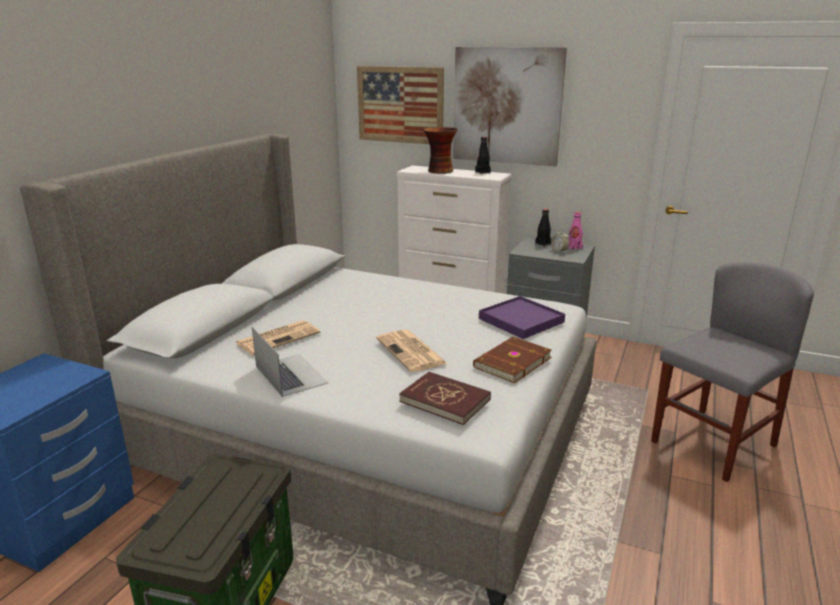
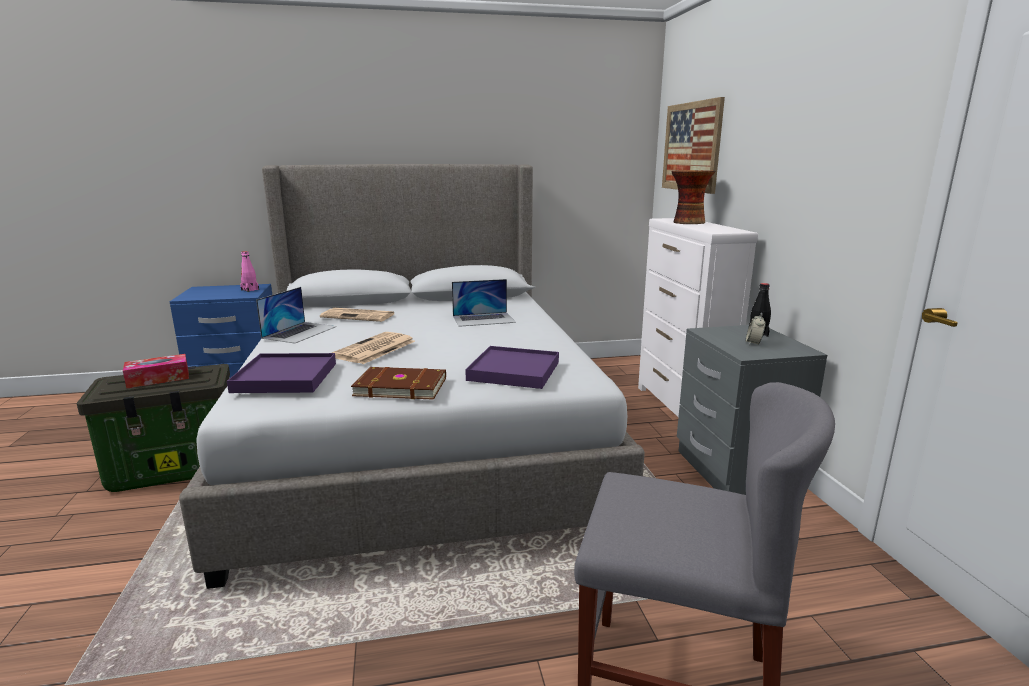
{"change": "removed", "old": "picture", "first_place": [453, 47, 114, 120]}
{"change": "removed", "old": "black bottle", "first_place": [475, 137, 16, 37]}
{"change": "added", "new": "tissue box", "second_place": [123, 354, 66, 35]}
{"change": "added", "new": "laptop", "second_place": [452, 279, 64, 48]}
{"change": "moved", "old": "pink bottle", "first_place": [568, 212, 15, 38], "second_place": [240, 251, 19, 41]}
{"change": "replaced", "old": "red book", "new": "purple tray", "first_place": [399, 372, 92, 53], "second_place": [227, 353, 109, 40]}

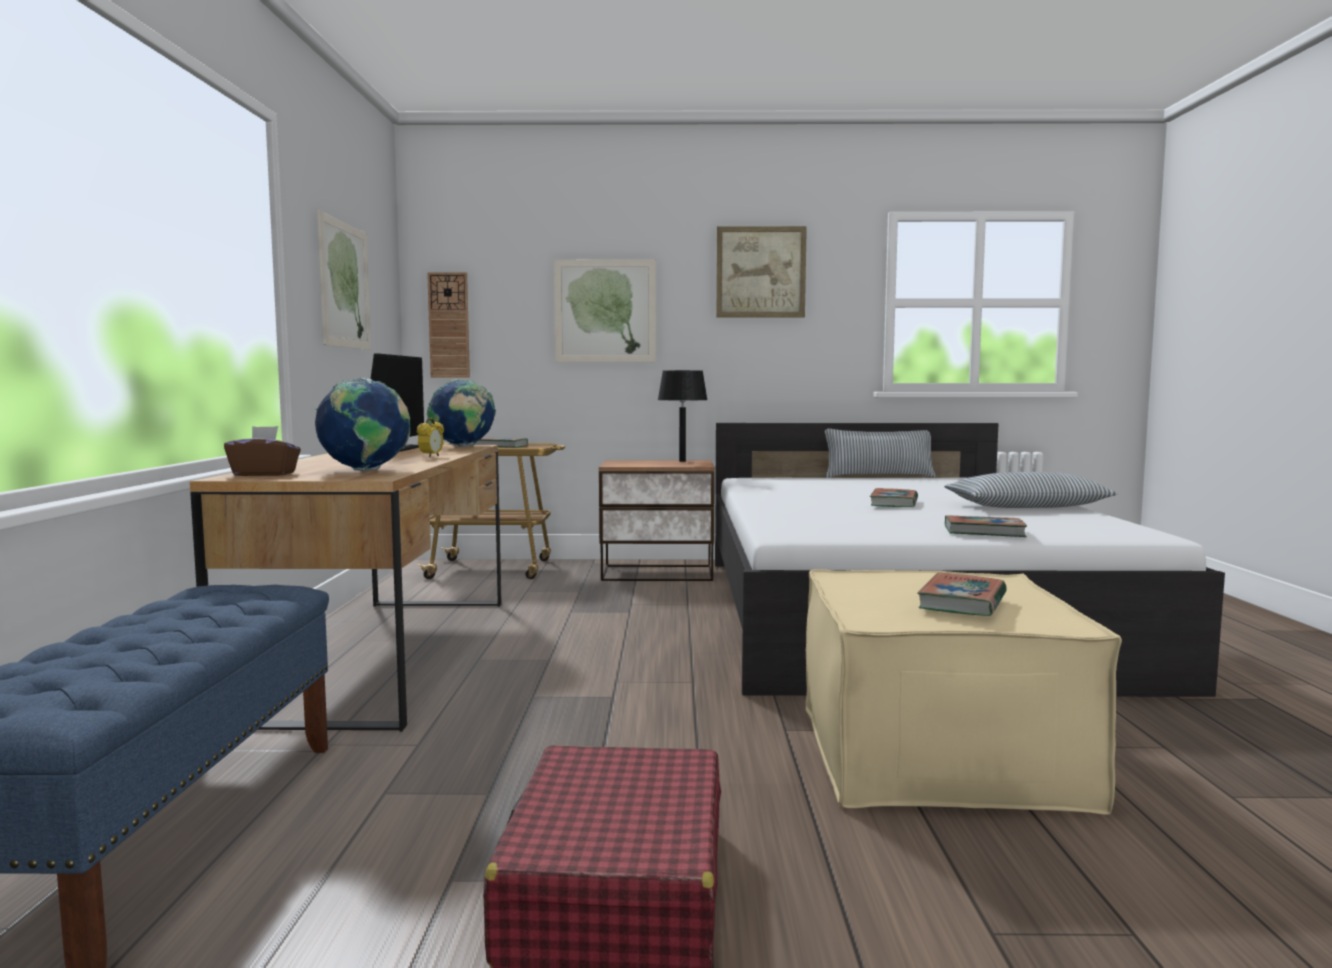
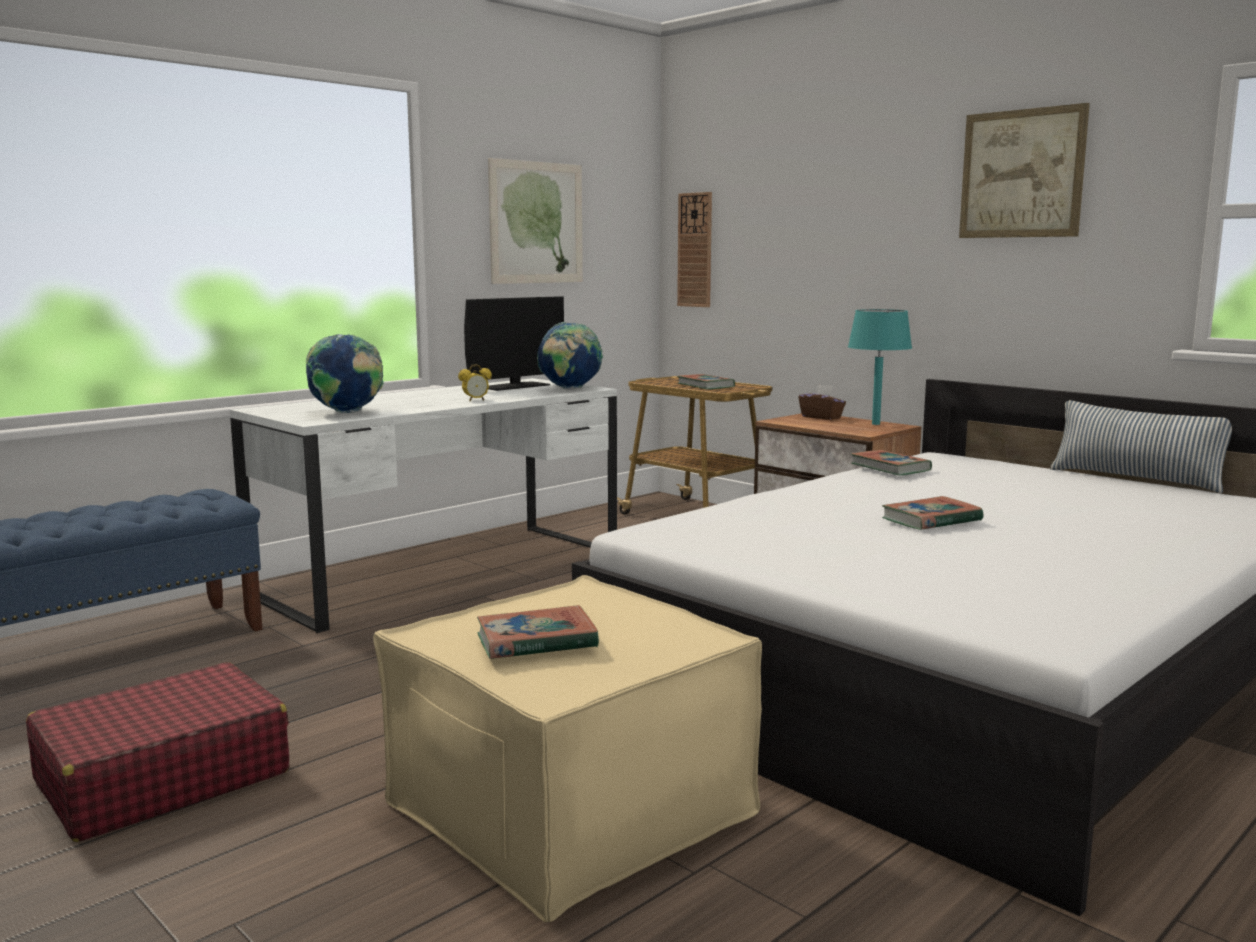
{"change": "removed", "old": "picture", "first_place": [554, 259, 102, 103]}
{"change": "removed", "old": "pillow", "first_place": [944, 472, 174, 36]}
{"change": "moved", "old": "brown tissue box", "first_place": [224, 426, 77, 50], "second_place": [798, 384, 48, 36]}
{"change": "moved", "old": "book", "first_place": [945, 515, 82, 22], "second_place": [851, 450, 81, 26]}
{"change": "recoloured", "old": "brown desk", "new": "white desk", "first_place": [190, 445, 312, 287], "second_place": [230, 378, 387, 255]}
{"change": "recoloured", "old": "black table lamp", "new": "turquoise table lamp", "first_place": [658, 370, 50, 92], "second_place": [848, 309, 64, 116]}

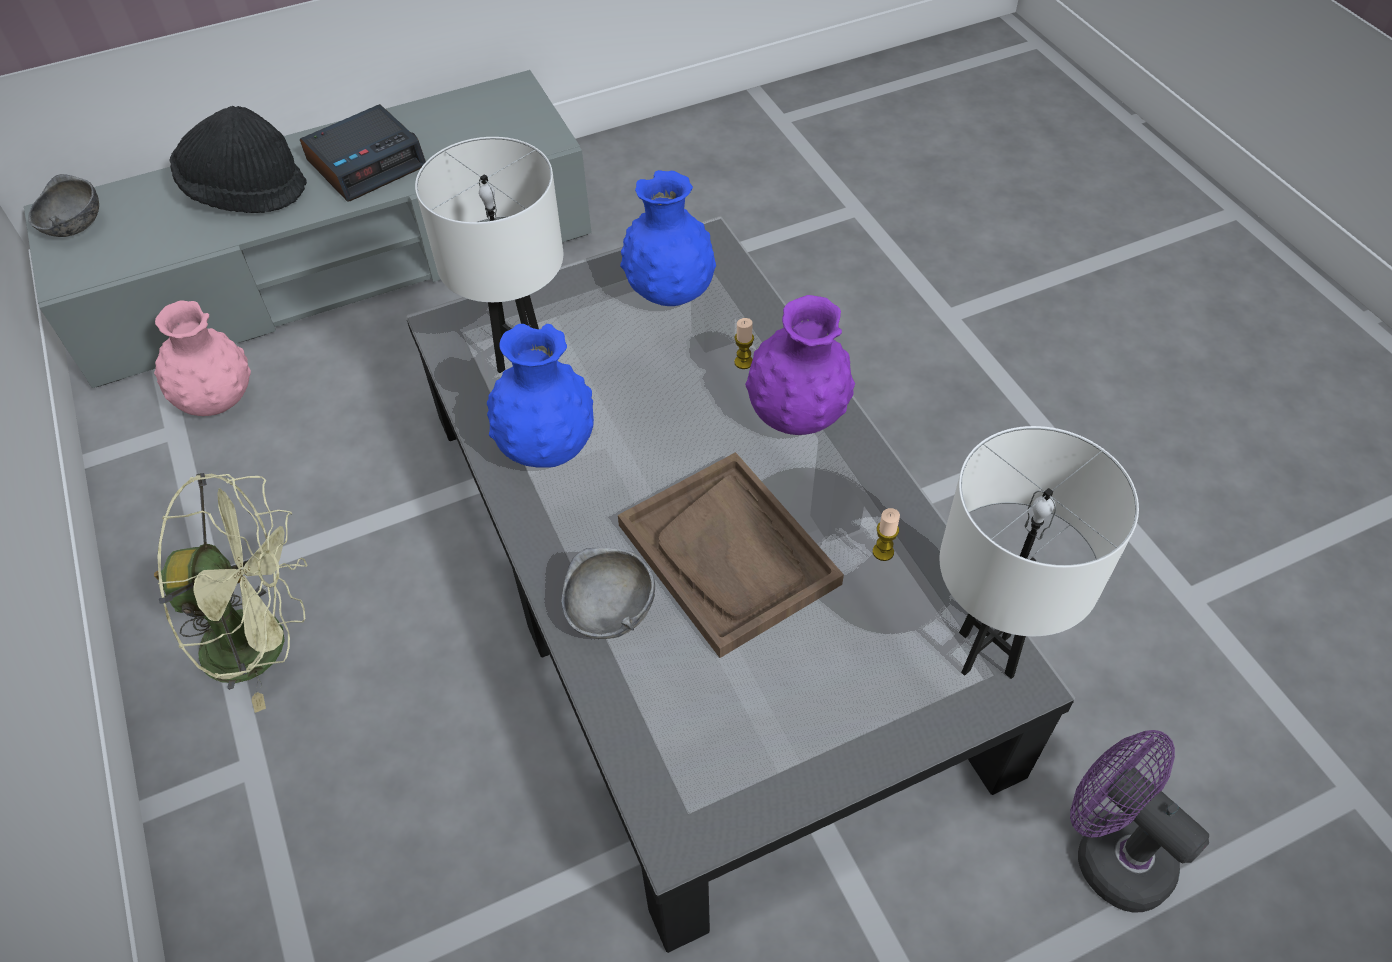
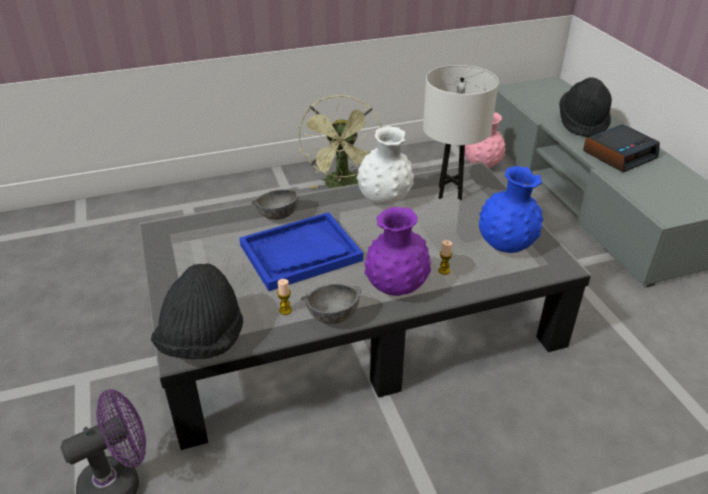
{"change": "moved", "old": "grey bowl", "first_place": [28, 174, 71, 63], "second_place": [301, 284, 60, 40]}
{"change": "replaced", "old": "white table lamp", "new": "black hat", "first_place": [940, 426, 199, 253], "second_place": [151, 263, 92, 97]}
{"change": "recoloured", "old": "blue vase", "new": "white vase", "first_place": [487, 324, 107, 144], "second_place": [357, 126, 57, 79]}
{"change": "recoloured", "old": "brown tray", "new": "blue tray", "first_place": [618, 452, 226, 206], "second_place": [239, 212, 124, 79]}
{"change": "turned", "old": "alarm clock", "first_place": [300, 104, 126, 97], "second_place": [583, 124, 77, 48], "degrees": -90}

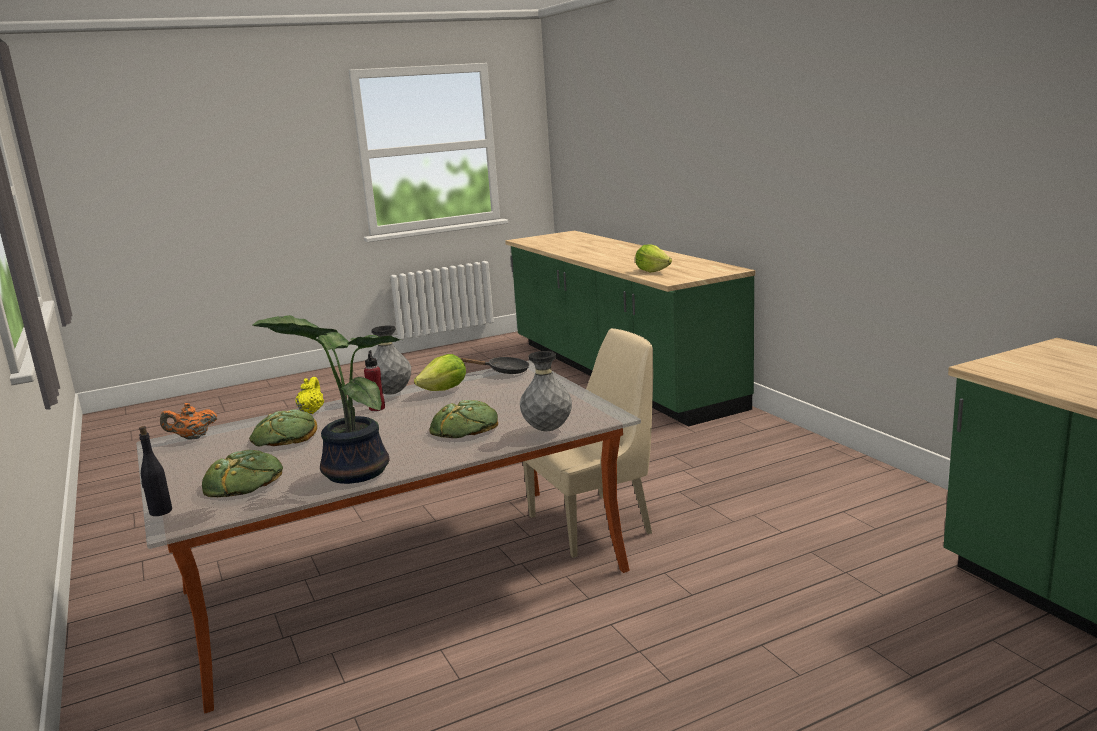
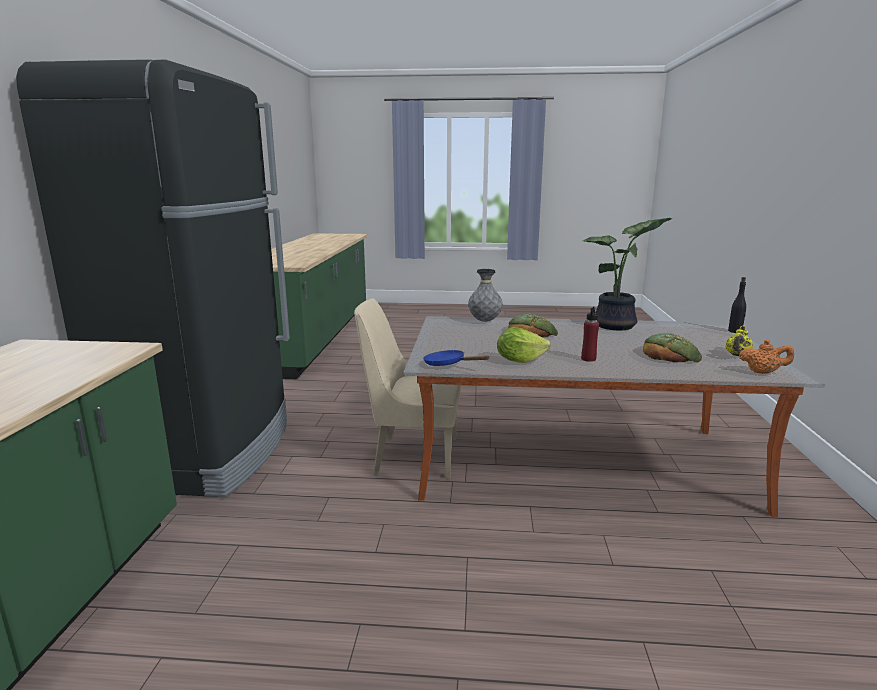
{"change": "removed", "old": "bread", "first_place": [202, 450, 81, 47]}
{"change": "removed", "old": "grey vase", "first_place": [371, 325, 40, 70]}
{"change": "removed", "old": "lettuce", "first_place": [635, 244, 37, 29]}
{"change": "added", "new": "black fridge", "second_place": [16, 59, 274, 438]}
{"change": "moved", "old": "yellow teapot", "first_place": [295, 377, 29, 37], "second_place": [725, 325, 28, 31]}
{"change": "recoloured", "old": "black frying pan", "new": "blue frying pan", "first_place": [460, 357, 69, 17], "second_place": [423, 350, 66, 16]}

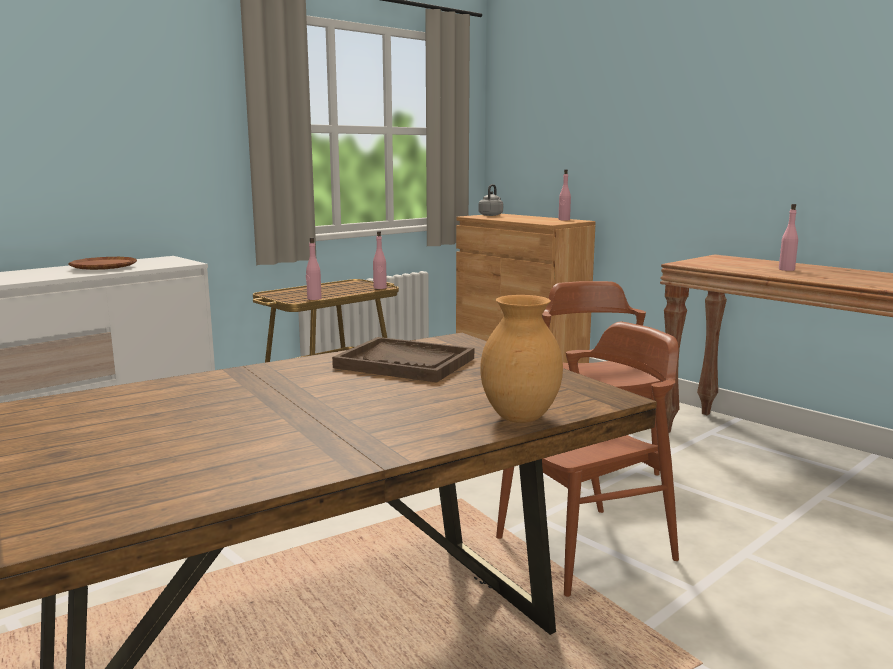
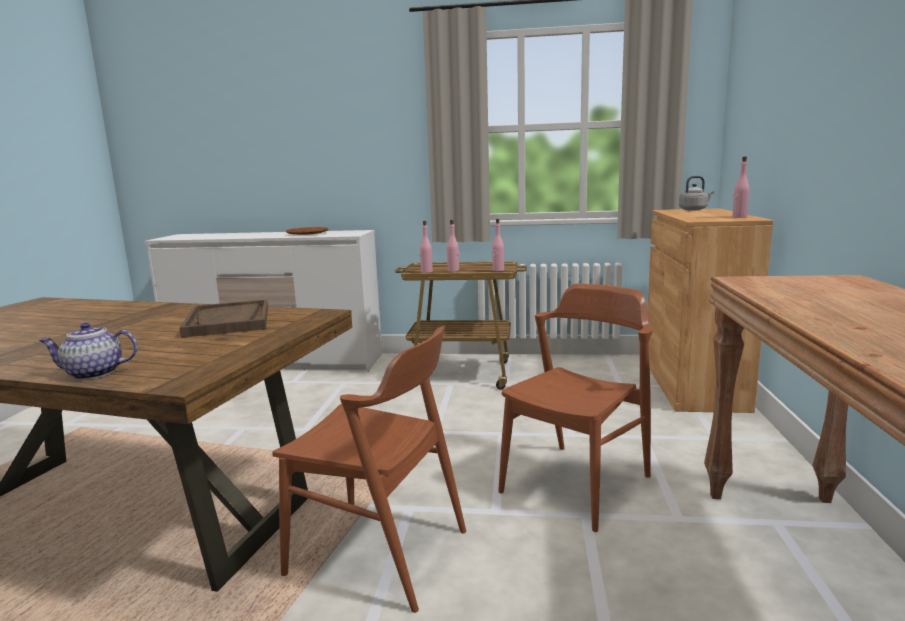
{"change": "moved", "old": "pink bottle", "first_place": [779, 204, 19, 67], "second_place": [447, 220, 12, 52]}
{"change": "replaced", "old": "brown vase", "new": "teapot", "first_place": [480, 295, 83, 128], "second_place": [39, 322, 99, 58]}

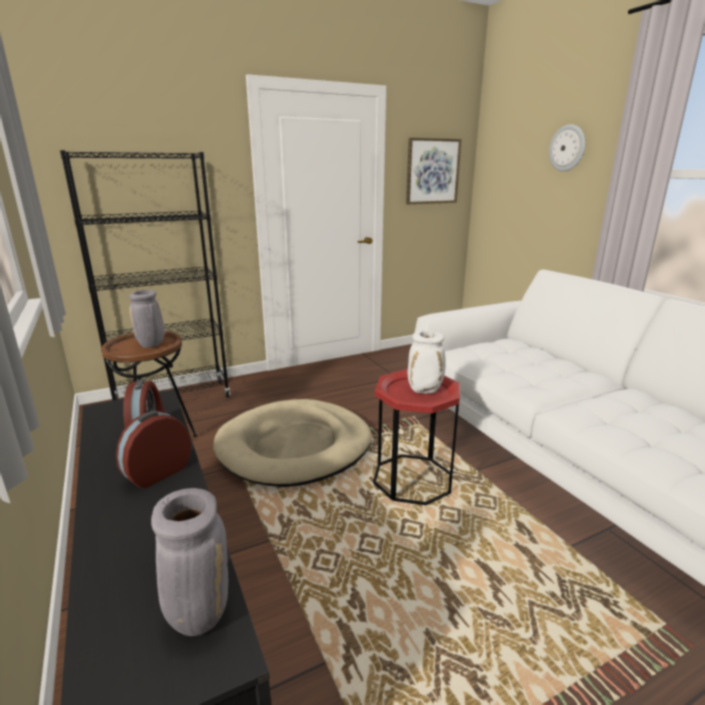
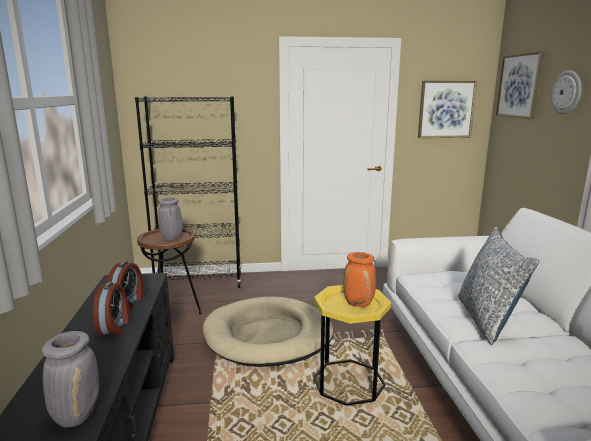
{"change": "added", "new": "pillow", "second_place": [458, 227, 82, 118]}
{"change": "added", "new": "picture", "second_place": [496, 51, 48, 68]}
{"change": "recoloured", "old": "red side table", "new": "yellow side table", "first_place": [373, 369, 87, 136], "second_place": [313, 285, 78, 121]}
{"change": "recoloured", "old": "white vase", "new": "orange vase", "first_place": [408, 331, 38, 63], "second_place": [344, 252, 32, 55]}
{"change": "turned", "old": "alarm clock", "first_place": [116, 411, 75, 77], "second_place": [93, 282, 38, 53], "degrees": 120}

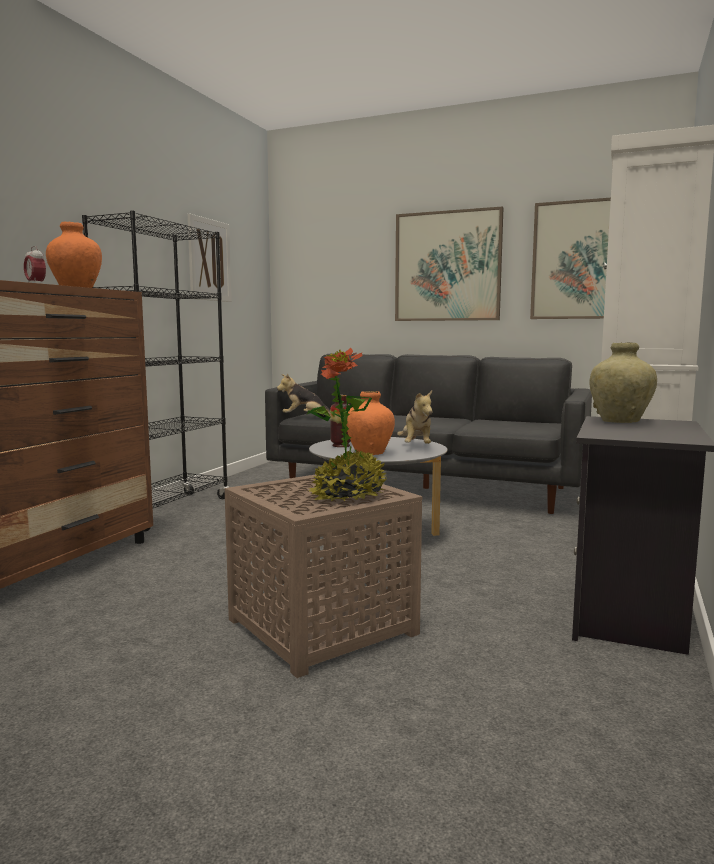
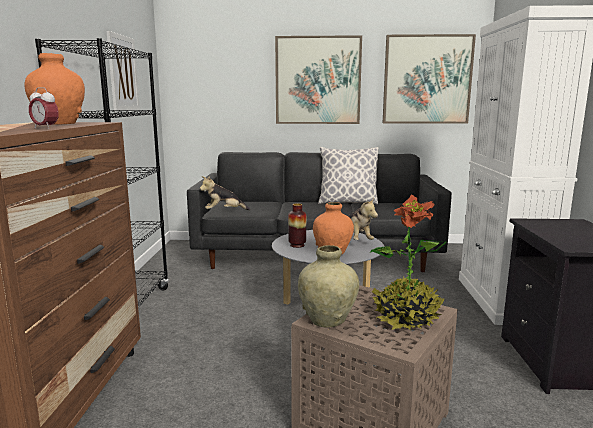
{"change": "added", "new": "pillow", "second_place": [318, 147, 61, 57]}
{"change": "moved", "old": "beige vase", "first_place": [589, 342, 68, 81], "second_place": [298, 245, 61, 83]}

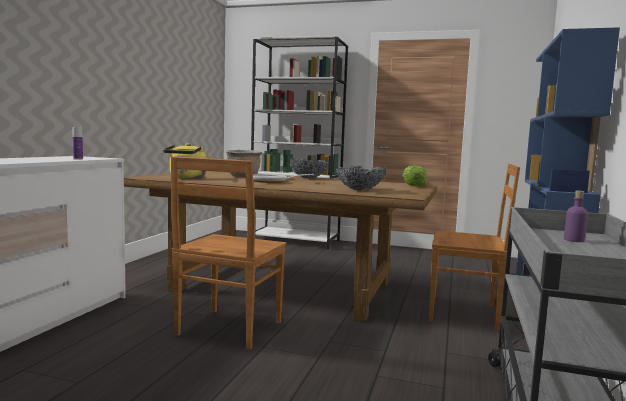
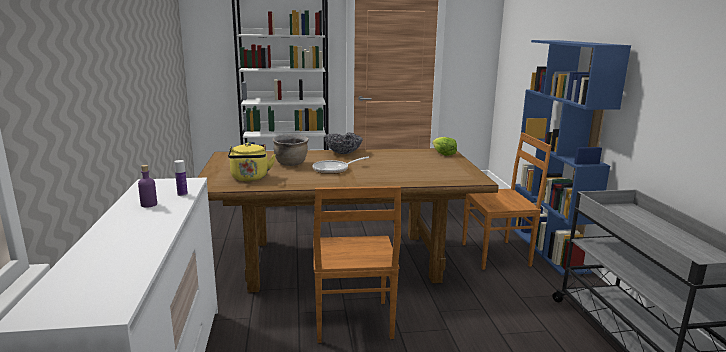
{"change": "removed", "old": "bowl", "first_place": [336, 166, 50, 25]}
{"change": "moved", "old": "purple bottle", "first_place": [564, 191, 24, 51], "second_place": [138, 165, 19, 43]}

